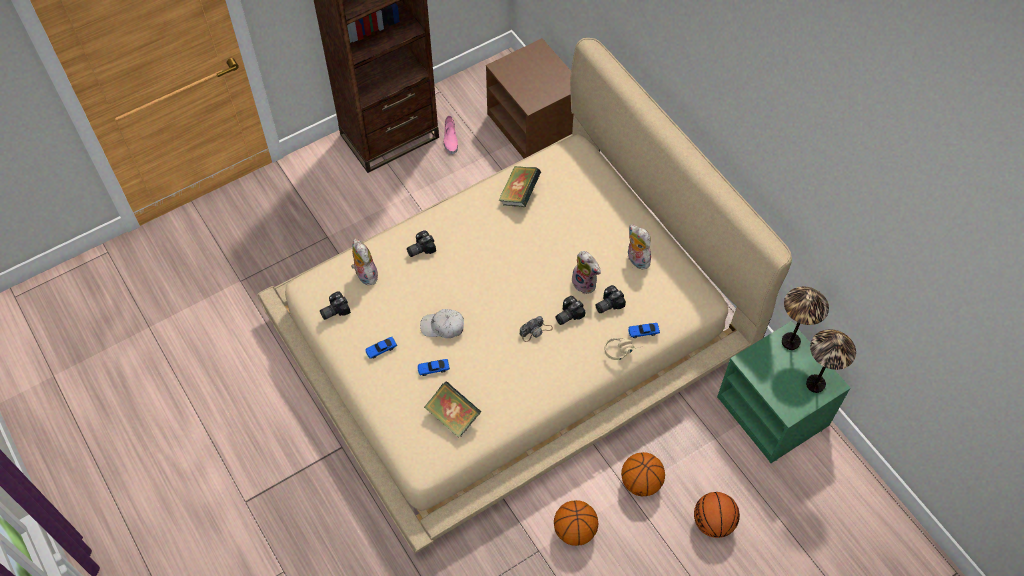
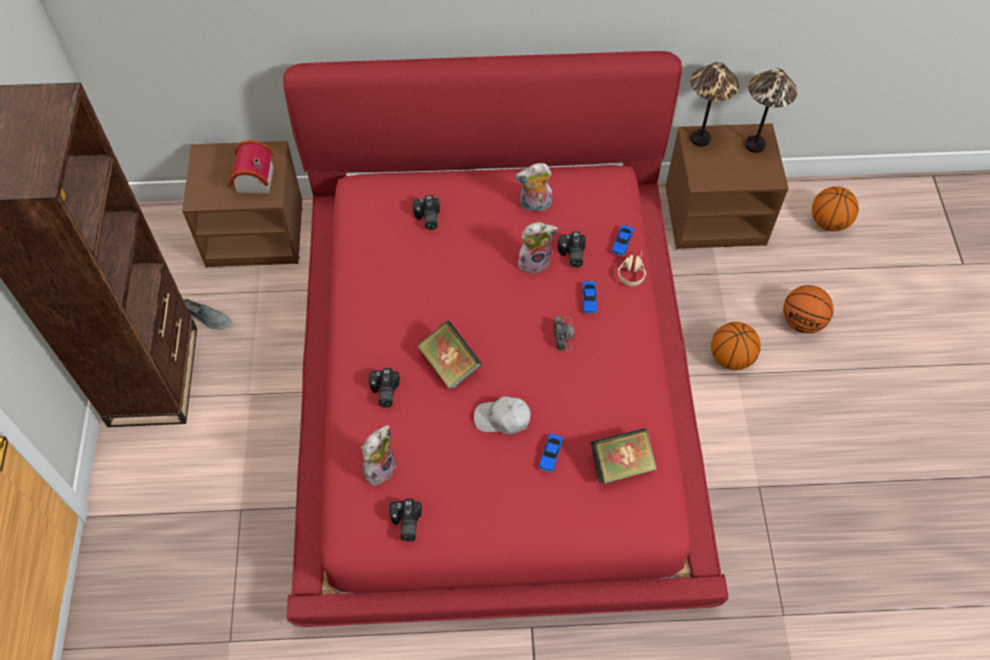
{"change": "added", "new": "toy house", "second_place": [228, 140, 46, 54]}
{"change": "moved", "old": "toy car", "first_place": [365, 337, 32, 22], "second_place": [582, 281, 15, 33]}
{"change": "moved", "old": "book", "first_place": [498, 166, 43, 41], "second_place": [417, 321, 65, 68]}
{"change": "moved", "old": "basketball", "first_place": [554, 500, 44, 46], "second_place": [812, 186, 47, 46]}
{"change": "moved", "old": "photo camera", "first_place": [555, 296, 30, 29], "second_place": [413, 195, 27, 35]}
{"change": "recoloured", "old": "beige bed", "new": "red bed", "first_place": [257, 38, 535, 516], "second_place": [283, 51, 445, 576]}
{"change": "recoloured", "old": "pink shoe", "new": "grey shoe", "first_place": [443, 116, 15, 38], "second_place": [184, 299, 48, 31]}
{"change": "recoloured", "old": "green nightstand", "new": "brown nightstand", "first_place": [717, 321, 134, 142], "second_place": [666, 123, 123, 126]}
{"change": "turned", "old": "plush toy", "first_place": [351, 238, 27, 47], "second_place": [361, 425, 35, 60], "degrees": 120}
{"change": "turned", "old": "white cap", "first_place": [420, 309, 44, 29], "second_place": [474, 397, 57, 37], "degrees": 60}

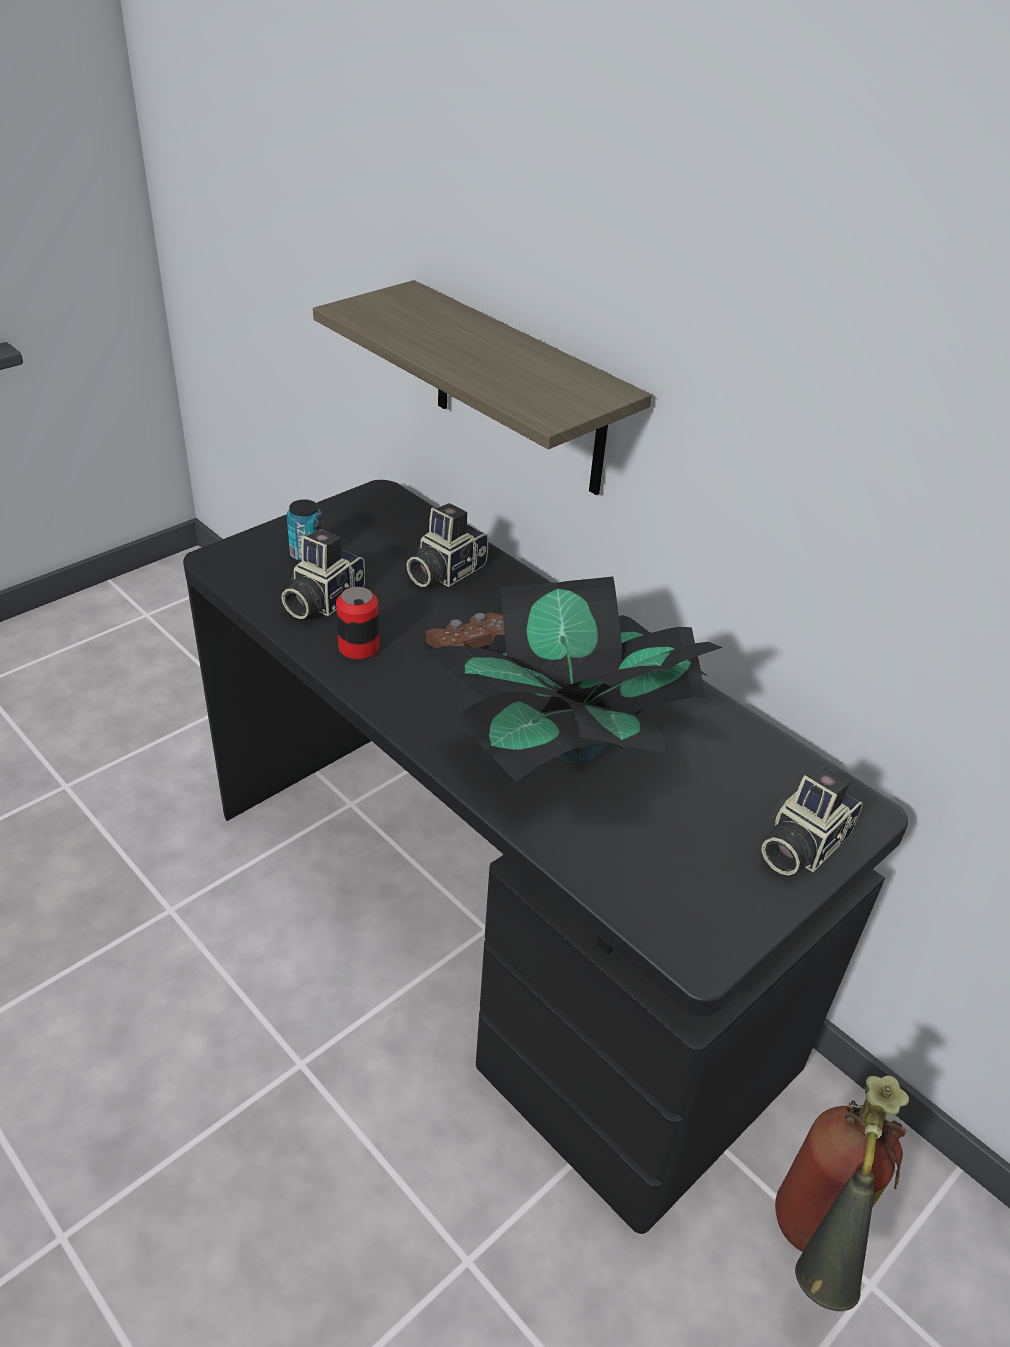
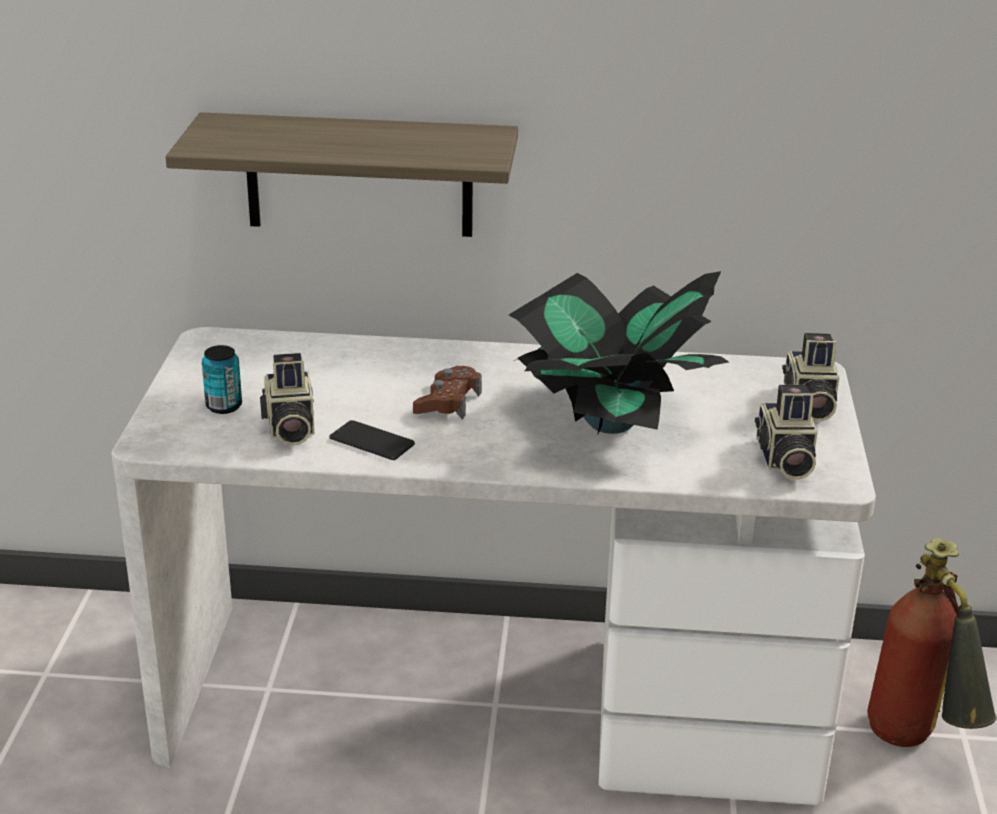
{"change": "moved", "old": "photo camera", "first_place": [406, 503, 82, 84], "second_place": [755, 385, 62, 95]}
{"change": "replaced", "old": "can", "new": "phone", "first_place": [336, 587, 43, 73], "second_place": [329, 420, 86, 40]}
{"change": "recoloured", "old": "black desk", "new": "white desk", "first_place": [183, 480, 725, 754], "second_place": [112, 327, 764, 478]}

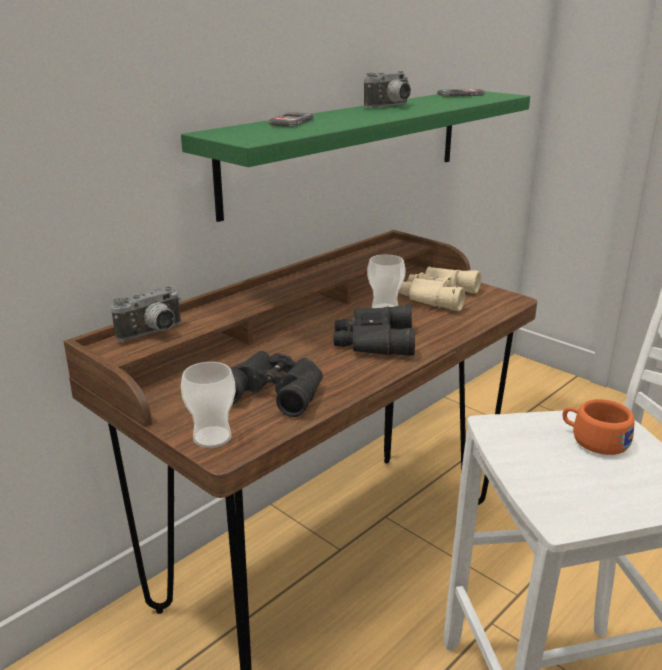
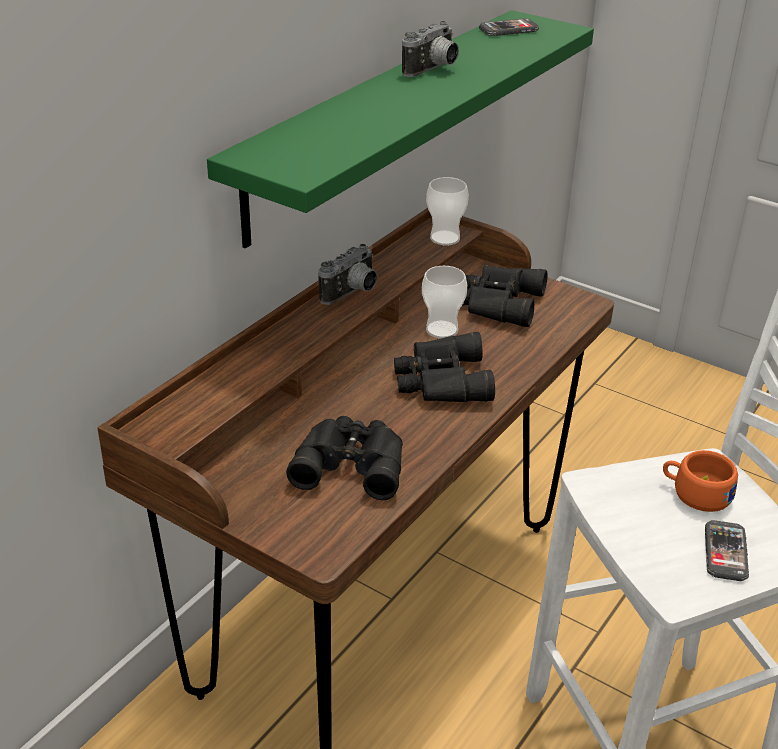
{"change": "moved", "old": "photo camera", "first_place": [111, 286, 70, 55], "second_place": [318, 244, 59, 61]}
{"change": "moved", "old": "cup", "first_place": [181, 362, 55, 86], "second_place": [426, 177, 43, 69]}
{"change": "moved", "old": "phone", "first_place": [268, 112, 46, 15], "second_place": [705, 520, 44, 61]}
{"change": "recoloured", "old": "beige binoculars", "new": "black binoculars", "first_place": [399, 267, 82, 44], "second_place": [463, 265, 85, 62]}

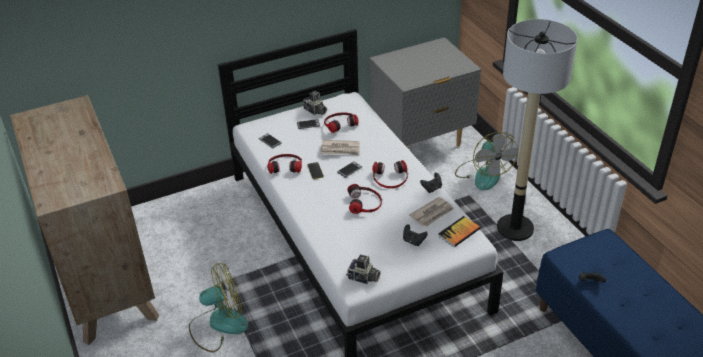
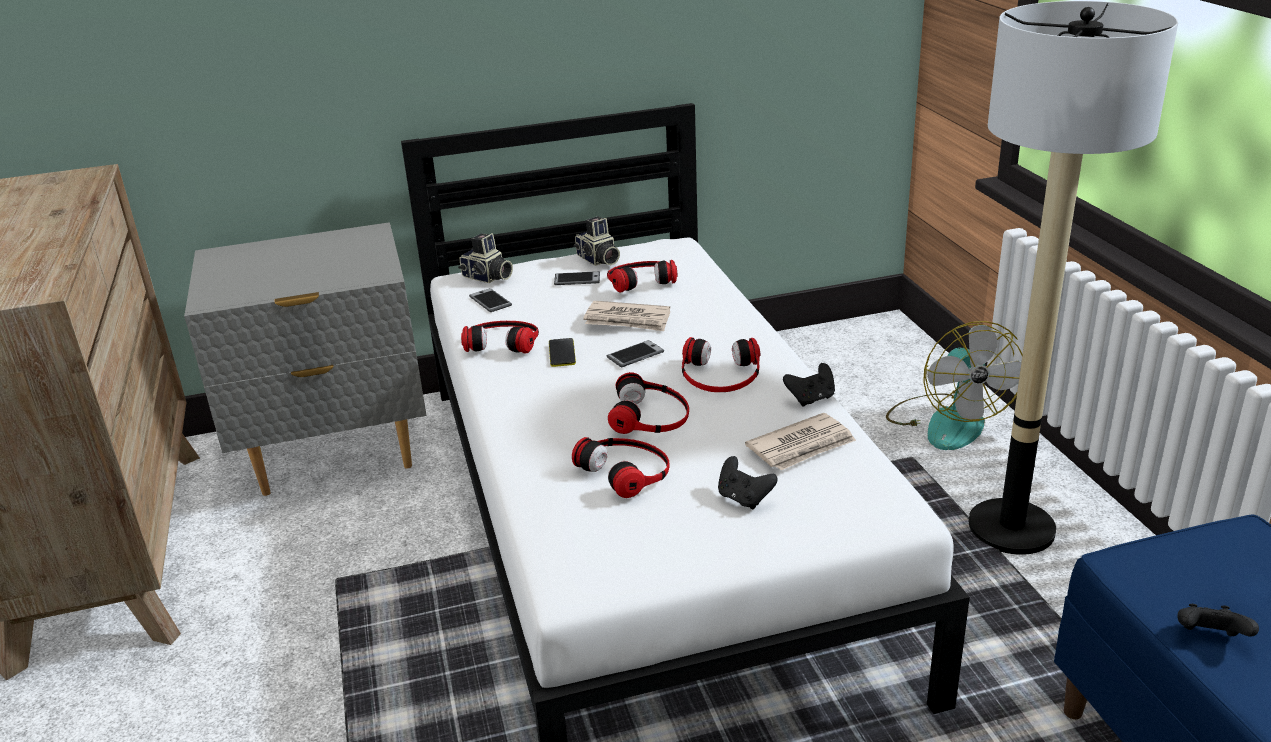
{"change": "removed", "old": "fan", "first_place": [189, 263, 60, 89]}
{"change": "removed", "old": "book", "first_place": [438, 216, 43, 31]}
{"change": "added", "new": "headphones", "second_place": [572, 437, 98, 61]}
{"change": "moved", "old": "photo camera", "first_place": [346, 255, 35, 29], "second_place": [458, 233, 55, 50]}
{"change": "moved", "old": "grey nightstand", "first_place": [369, 37, 112, 111], "second_place": [184, 222, 243, 274]}

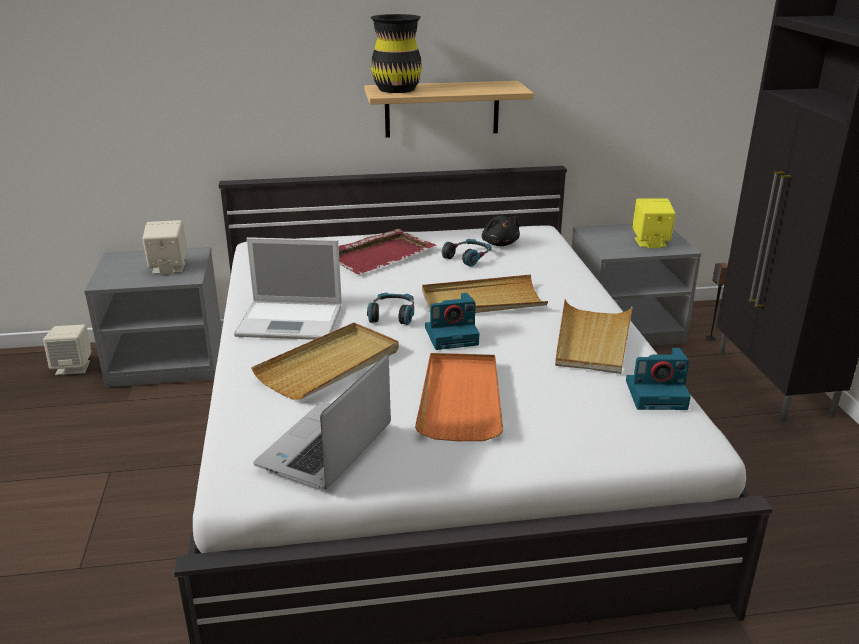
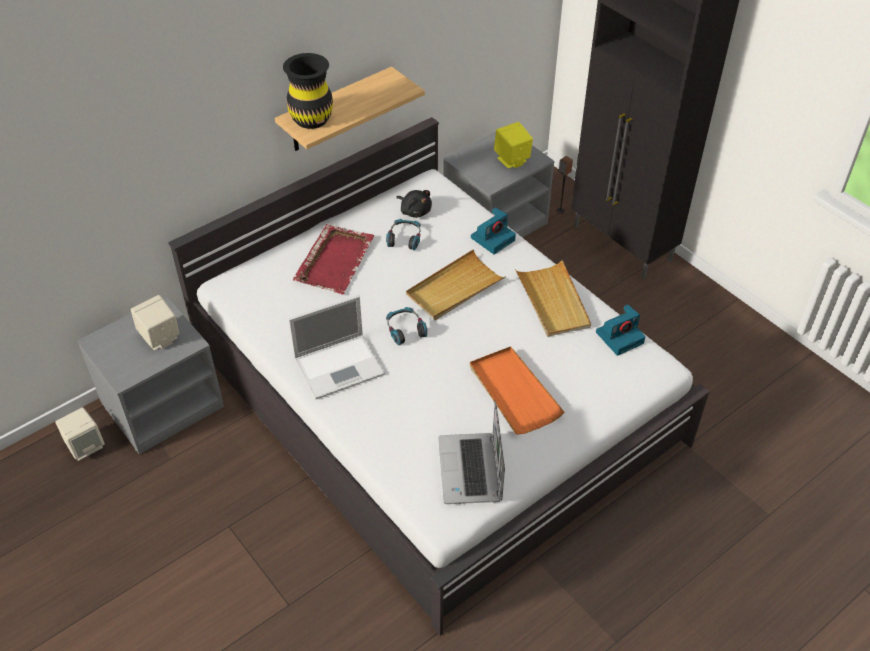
{"change": "removed", "old": "beige tray", "first_place": [251, 323, 148, 77]}
{"change": "moved", "old": "photo camera", "first_place": [425, 293, 55, 57], "second_place": [471, 208, 45, 46]}

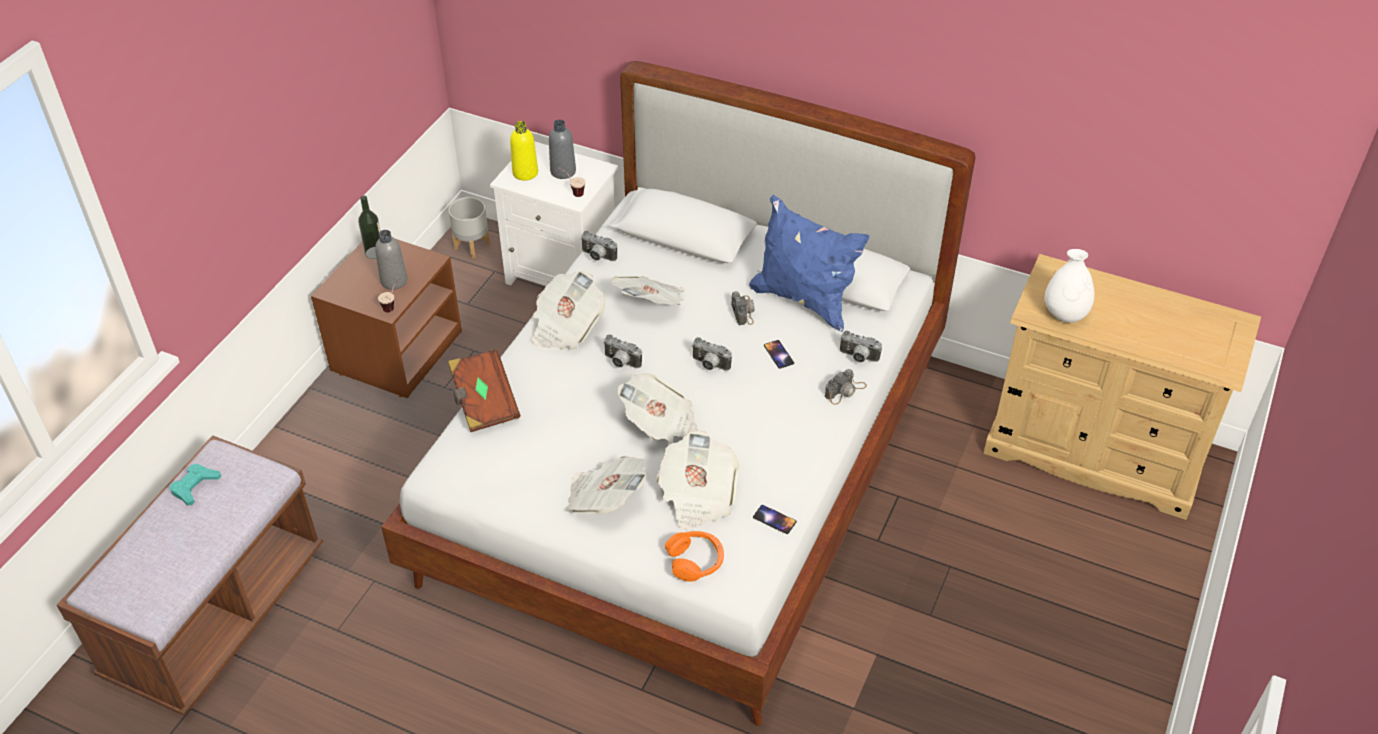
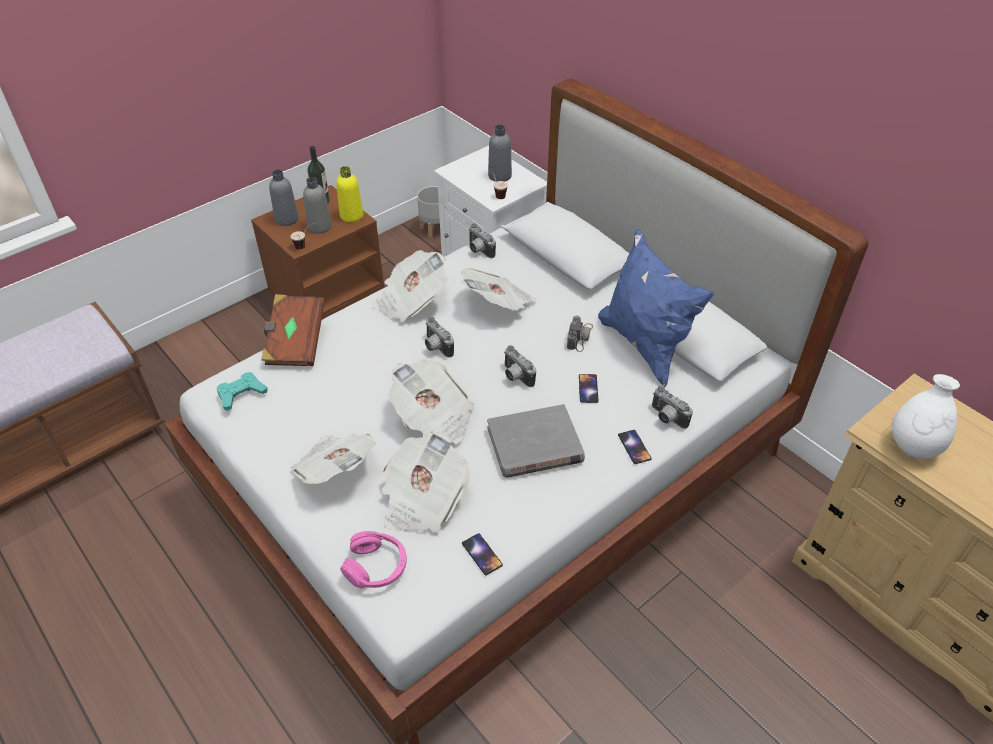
{"change": "added", "new": "grey bottle", "second_place": [269, 170, 30, 56]}
{"change": "added", "new": "grey book", "second_place": [487, 404, 98, 74]}
{"change": "moved", "old": "turquoise game controller", "first_place": [170, 464, 51, 41], "second_place": [217, 372, 51, 39]}
{"change": "moved", "old": "yellow bottle", "first_place": [510, 121, 28, 60], "second_place": [336, 166, 27, 56]}
{"change": "replaced", "old": "photo camera", "new": "phone", "first_place": [825, 369, 42, 36], "second_place": [618, 430, 34, 34]}
{"change": "recoloured", "old": "orange headphones", "new": "pink headphones", "first_place": [665, 531, 59, 51], "second_place": [340, 531, 67, 57]}

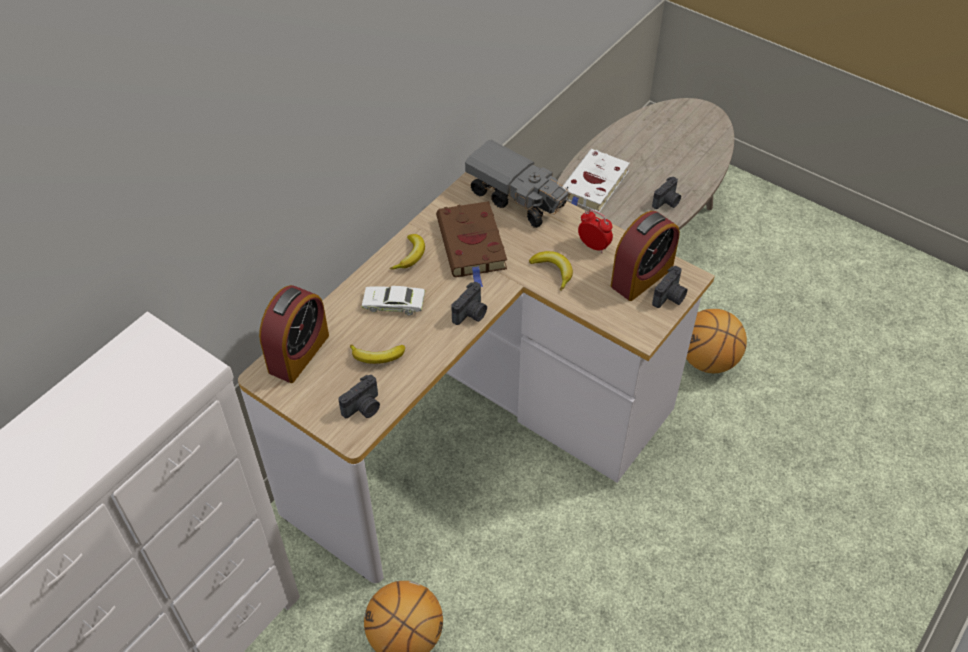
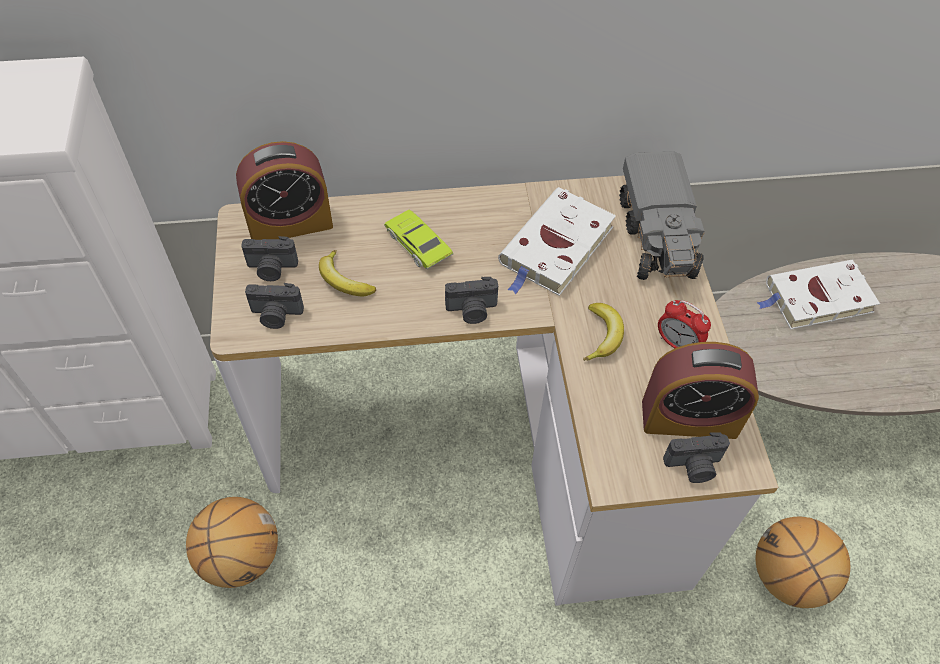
{"change": "removed", "old": "banana", "first_place": [390, 234, 35, 36]}
{"change": "moved", "old": "photo camera", "first_place": [652, 177, 29, 32], "second_place": [241, 236, 57, 45]}
{"change": "recoloured", "old": "white toy car", "new": "green toy car", "first_place": [362, 286, 63, 29], "second_place": [384, 210, 70, 59]}
{"change": "recoloured", "old": "brown book", "new": "white book", "first_place": [436, 201, 71, 86], "second_place": [498, 187, 118, 109]}
{"change": "turned", "old": "alarm clock", "first_place": [578, 209, 35, 44], "second_place": [658, 300, 53, 48], "degrees": 135}

